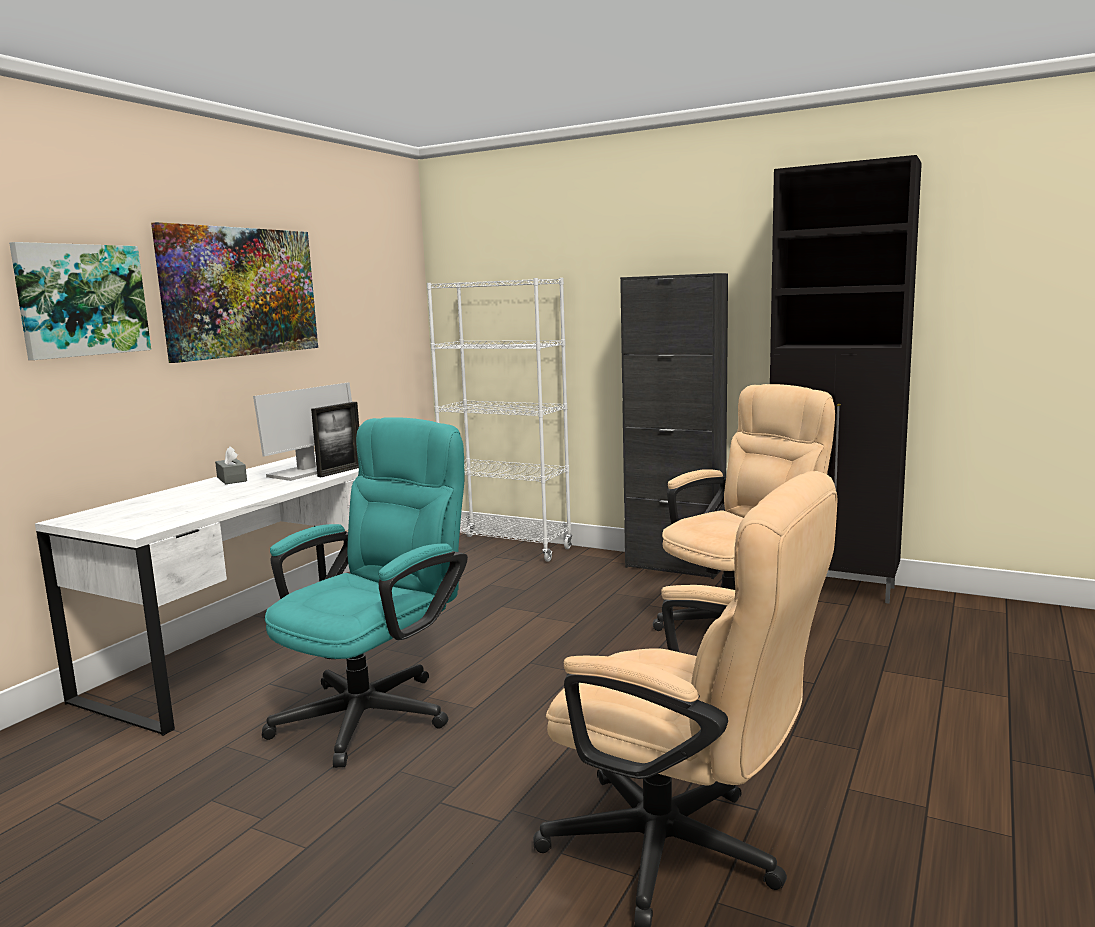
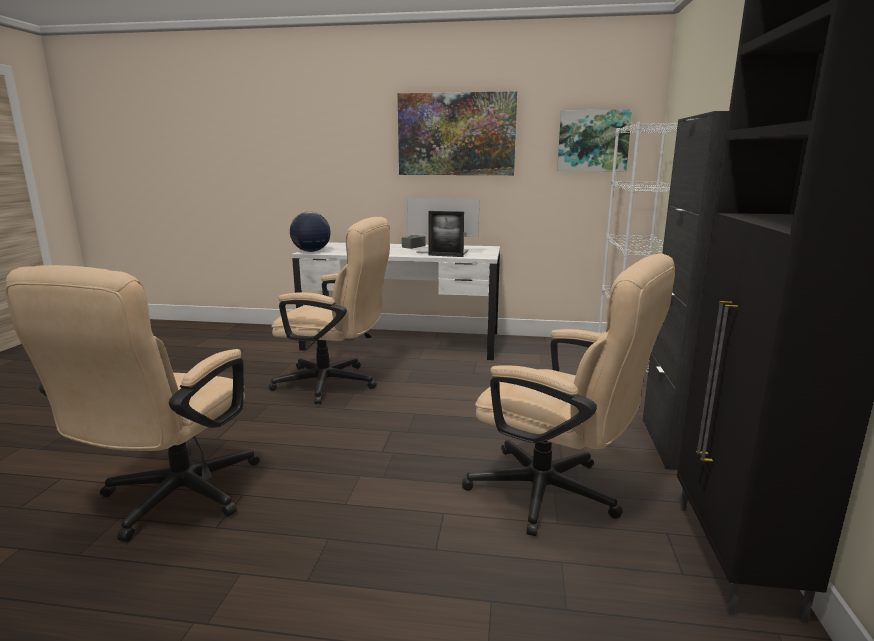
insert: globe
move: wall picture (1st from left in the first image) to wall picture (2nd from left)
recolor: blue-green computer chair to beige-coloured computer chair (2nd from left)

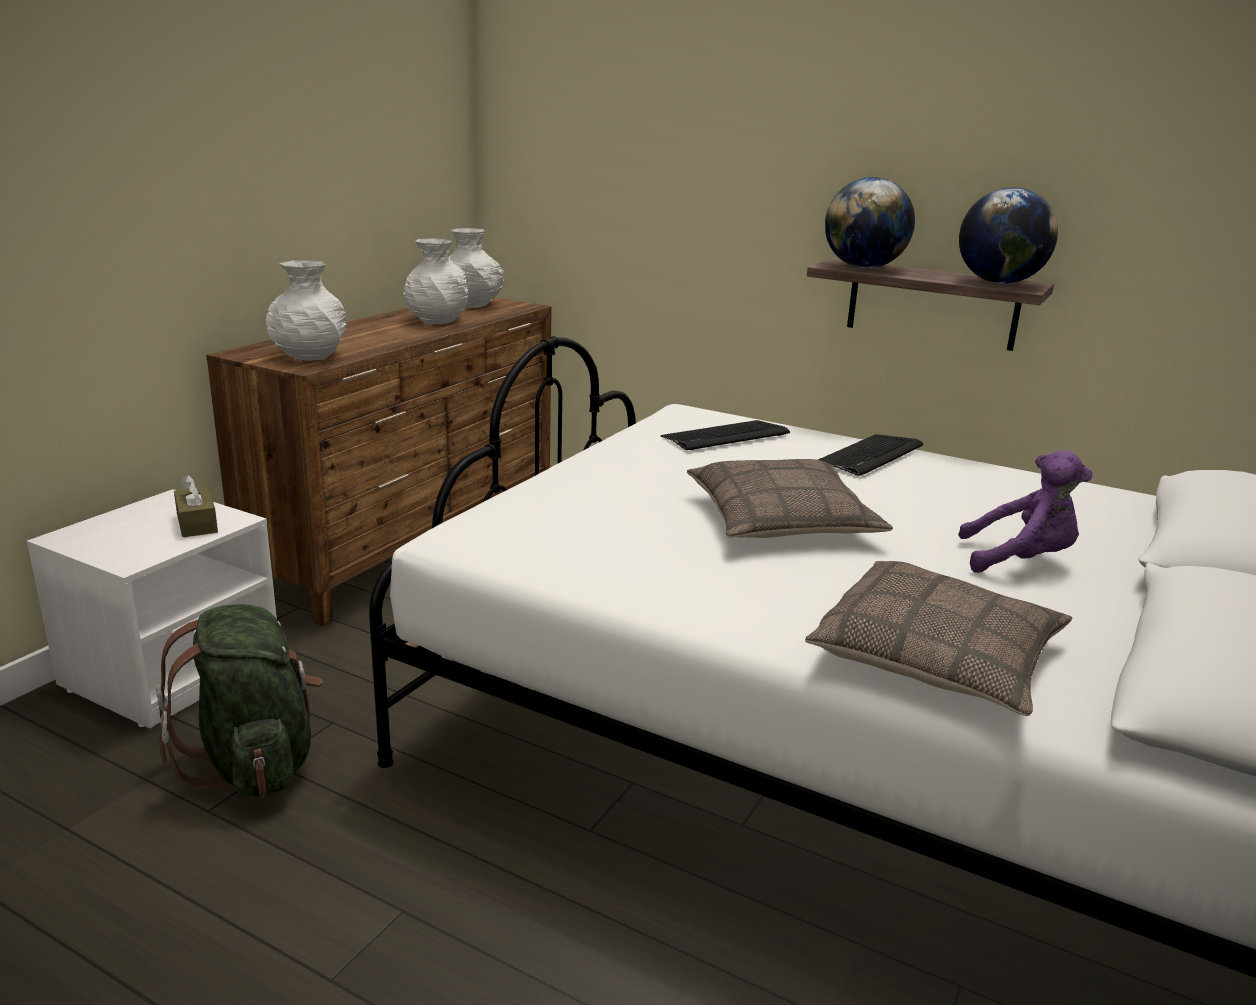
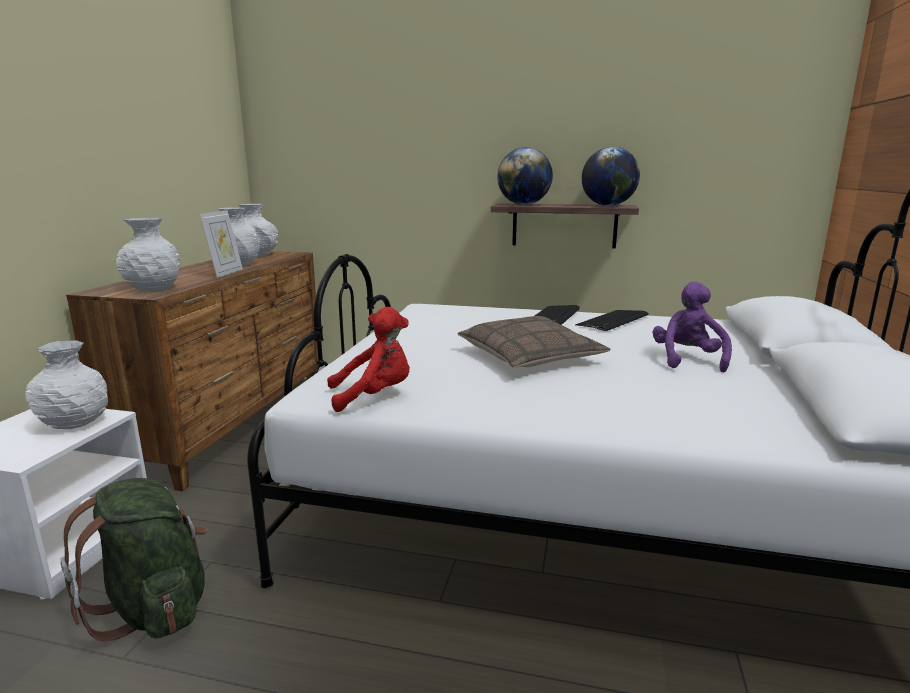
delete: cushion (2nd from left)
insert: standing frame; reddish soft toy
move: PC keyboard (1st from left in the first image) to PC keyboard (2nd from left)
replace: brownish tissue holder to white-coloured decorative vase (1st from left)
rotate: purplish soft toy 75 degrees counterclockwise

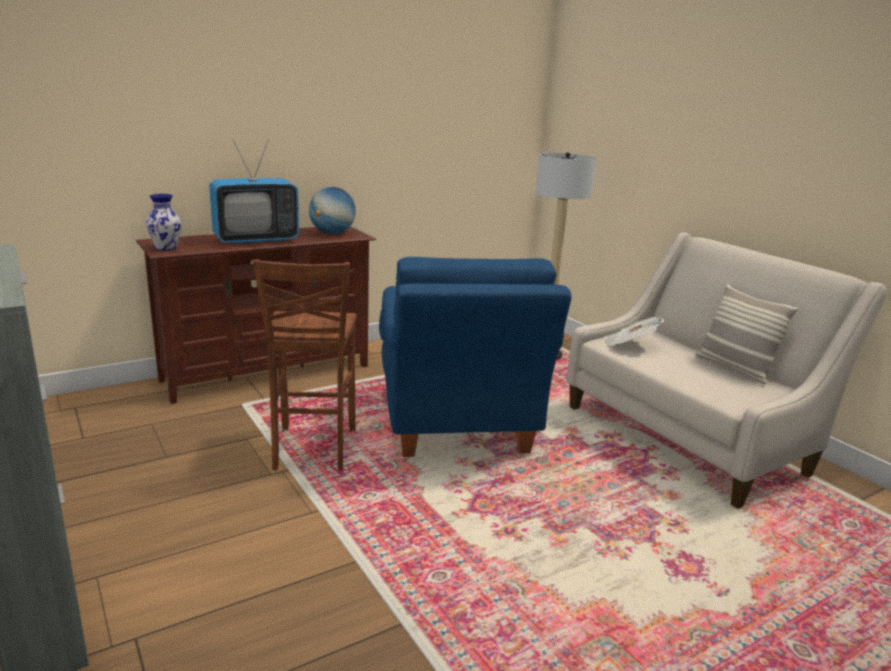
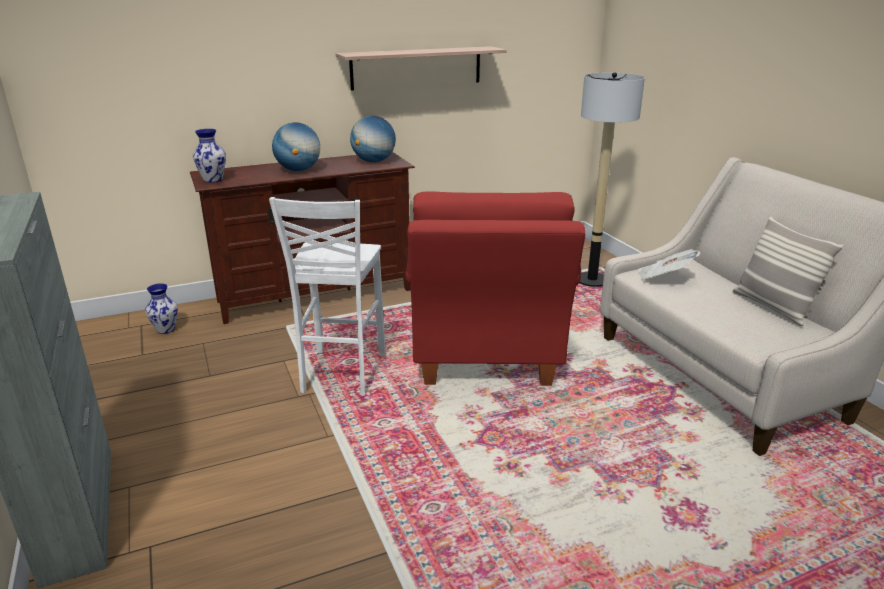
insert: shelf; decorative vase (1st from left)
replace: TV to globe (1st from left)
recolor: blue easy chair to reddish easy chair; brownish sitting stool to white-coloured sitting stool

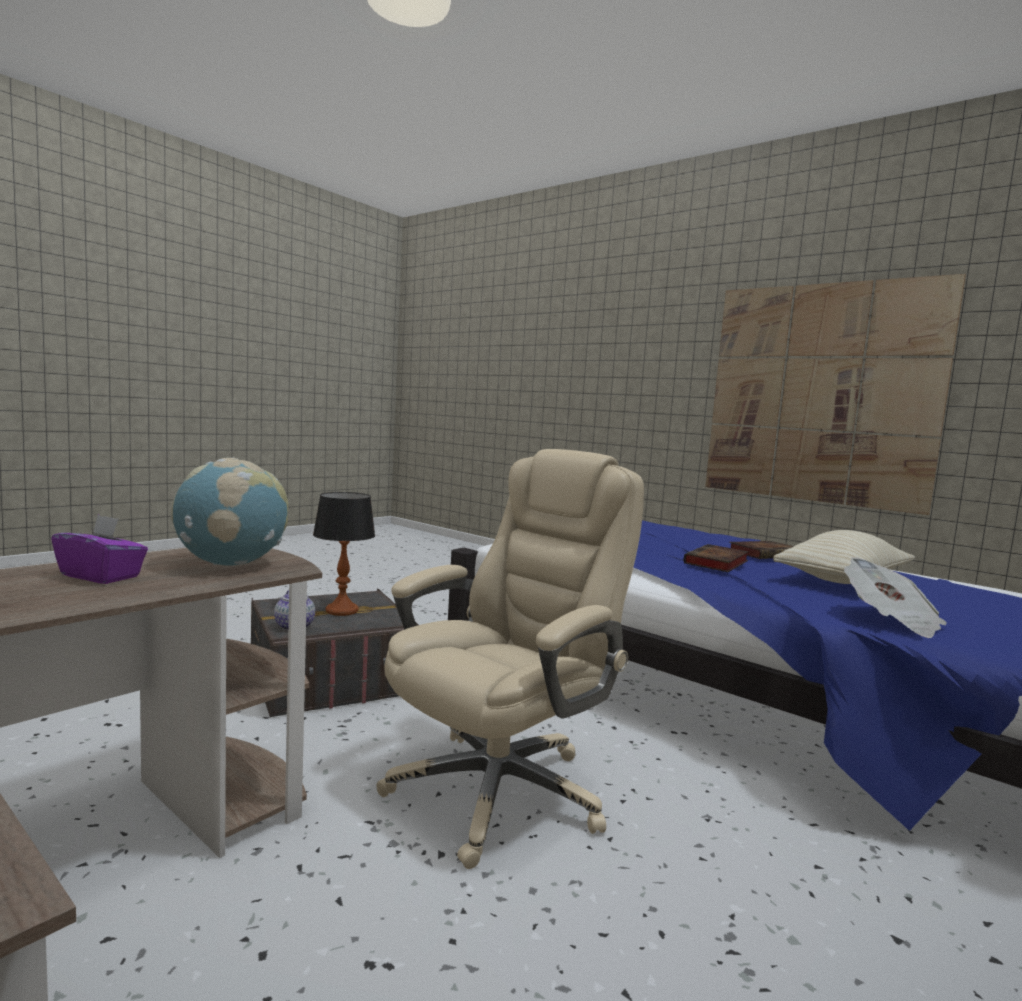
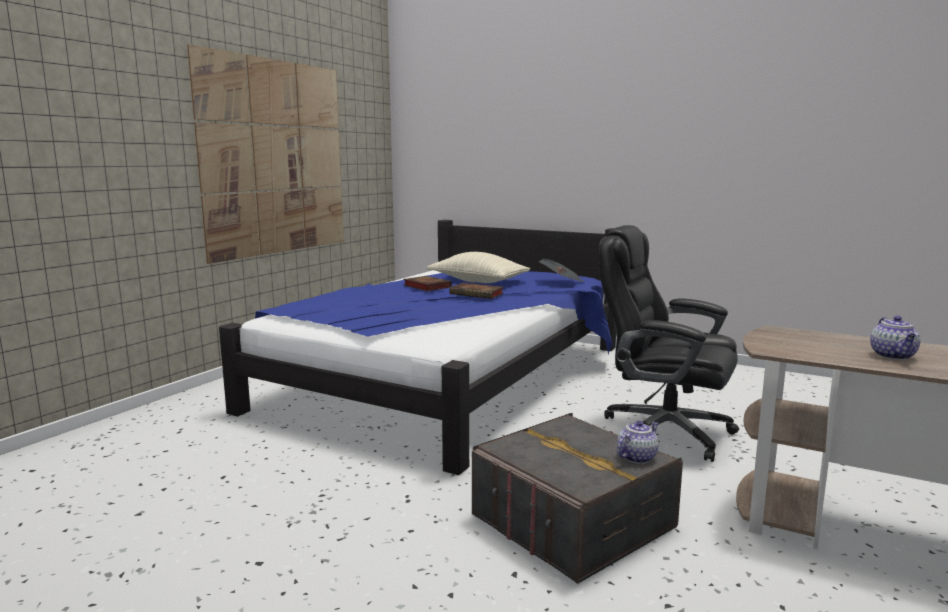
delete: globe; lamp for a table
replace: purplish tissue holder to teapot (2nd from left)
recolor: beige-coloured computer chair to black-coloured computer chair

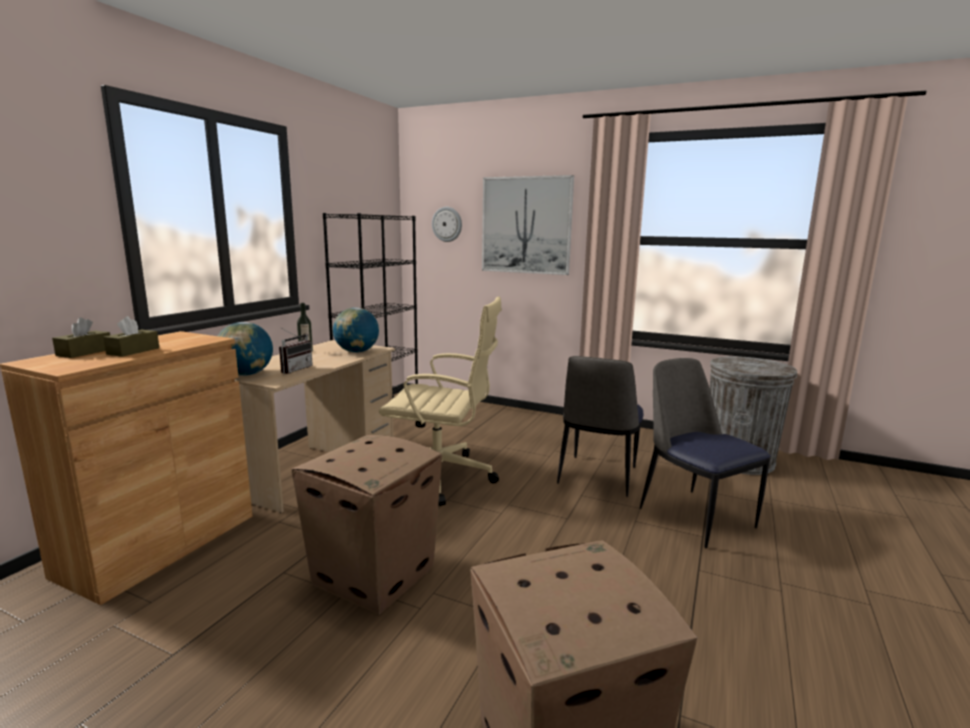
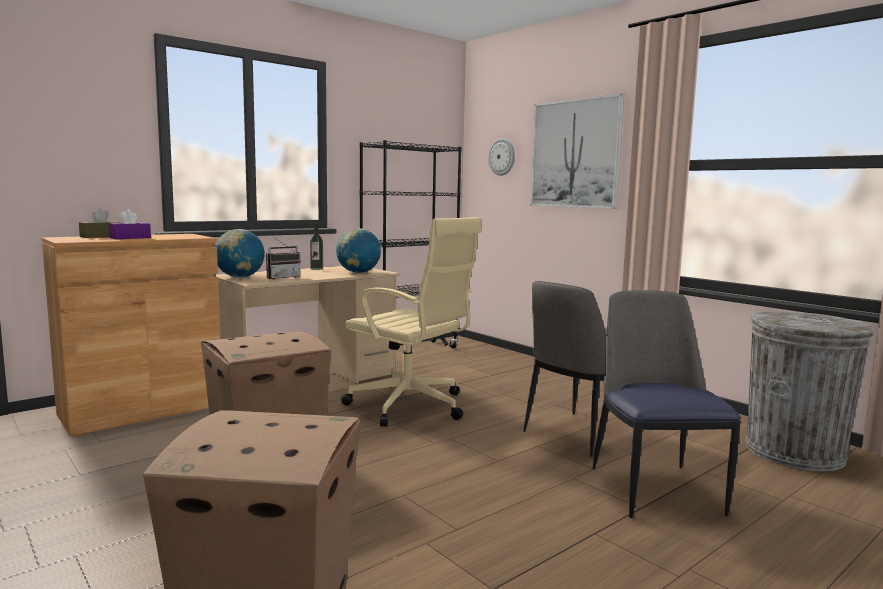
recolor: brownish tissue holder (2nd from left) to purplish tissue holder

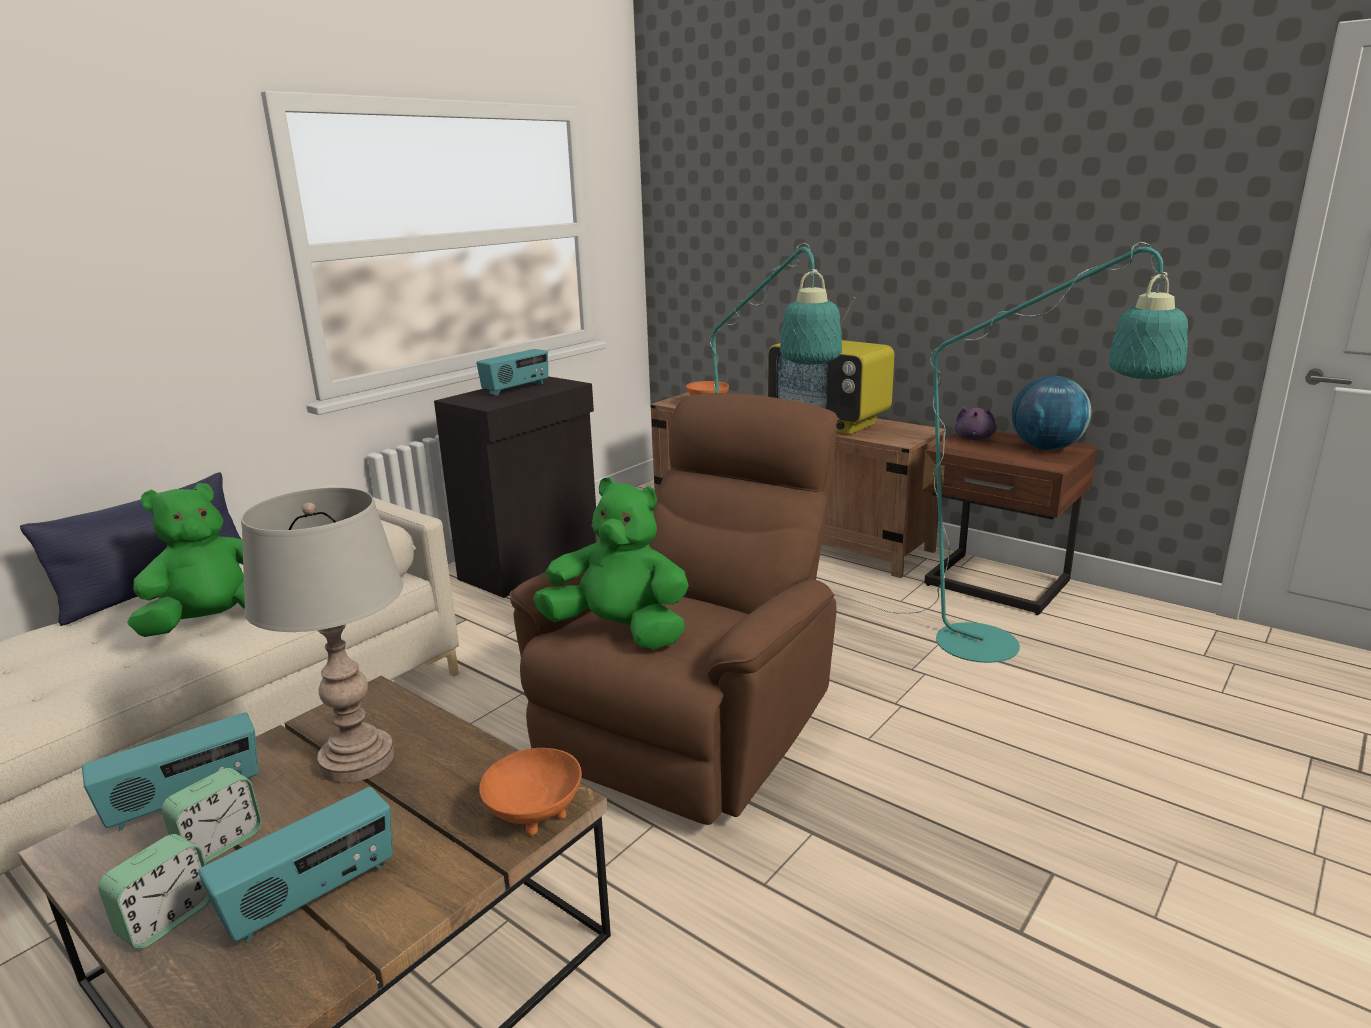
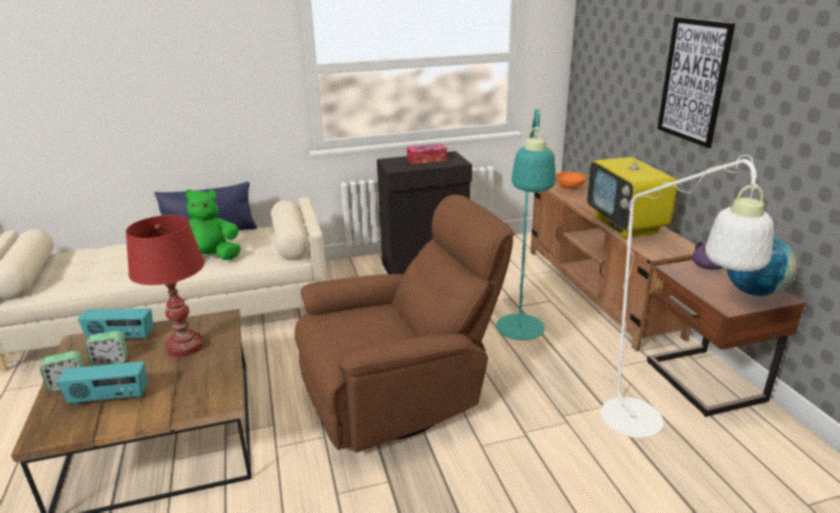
delete: green-coloured soft toy (2nd from left); orange-coloured deep dish (1st from left)
insert: wall picture
replace: radio set (3rd from left) to tissue holder
recolor: blue-green standing lamp (2nd from left) to white-coloured standing lamp; grey lamp for a table to reddish lamp for a table

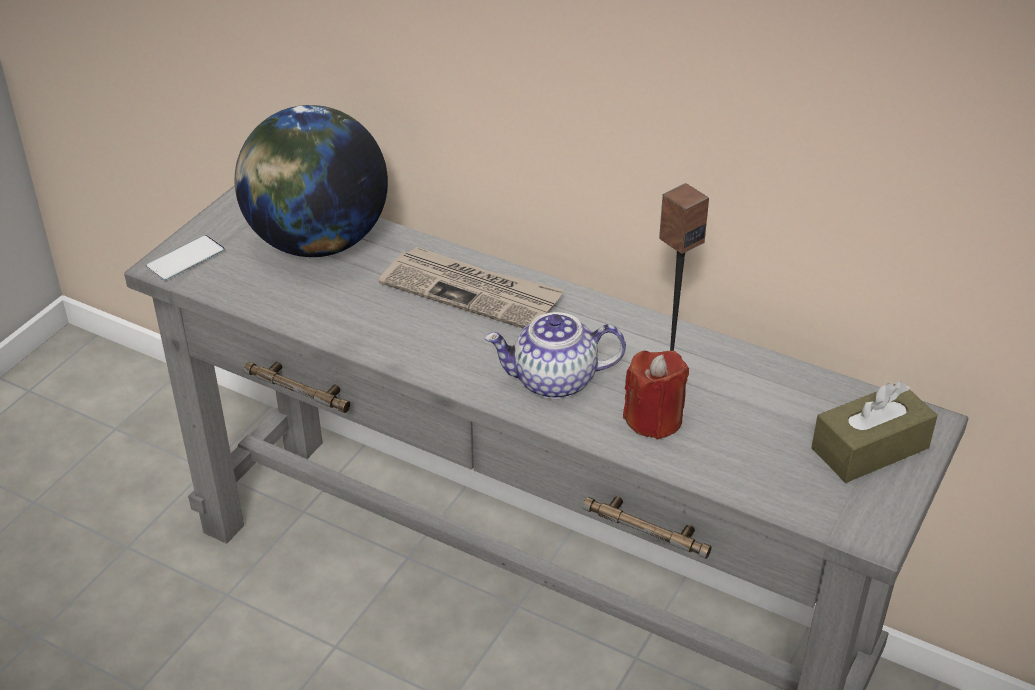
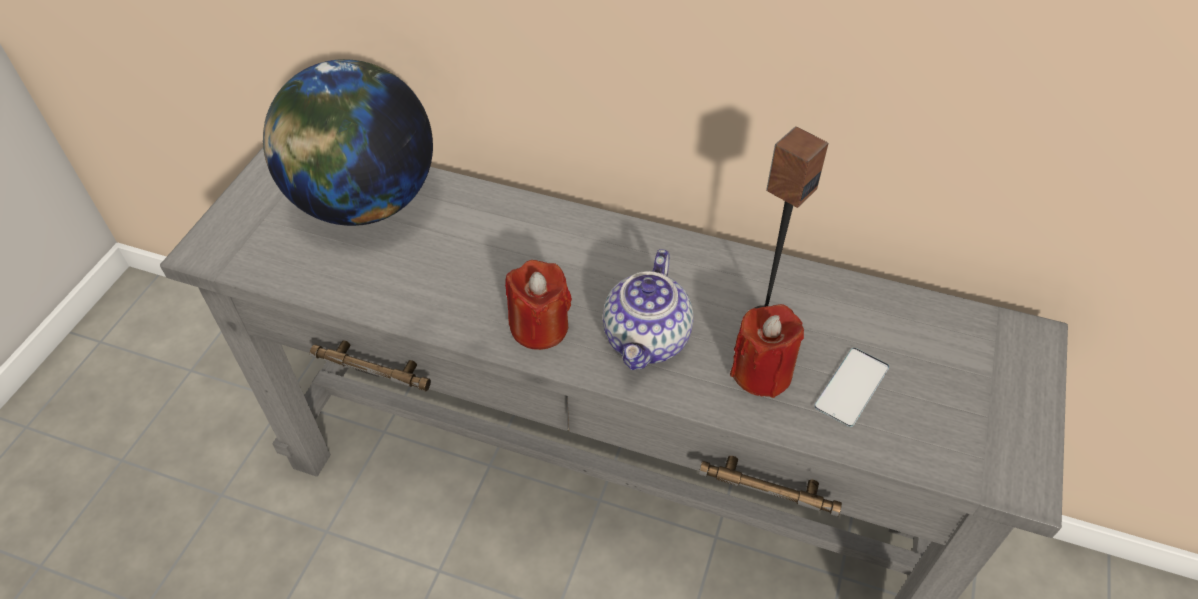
delete: daily paper; brownish tissue holder
insert: reddish wax candle (1st from left)
move: phone
rotate: teapot 60 degrees counterclockwise

